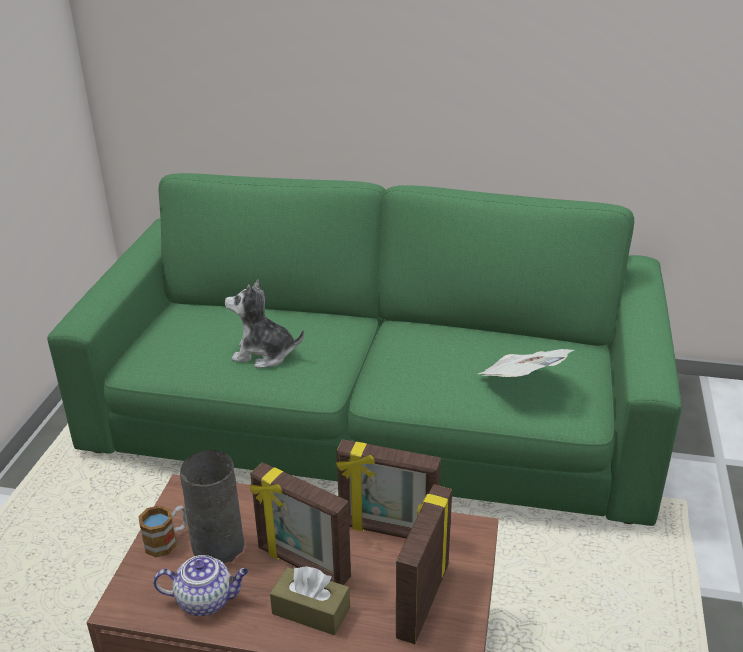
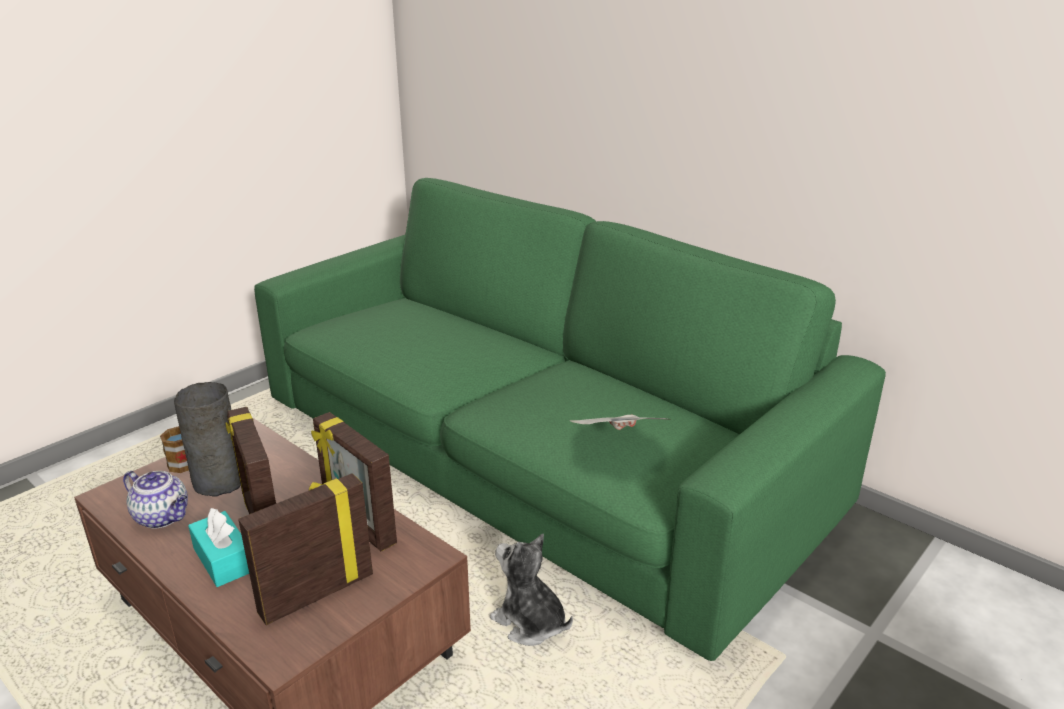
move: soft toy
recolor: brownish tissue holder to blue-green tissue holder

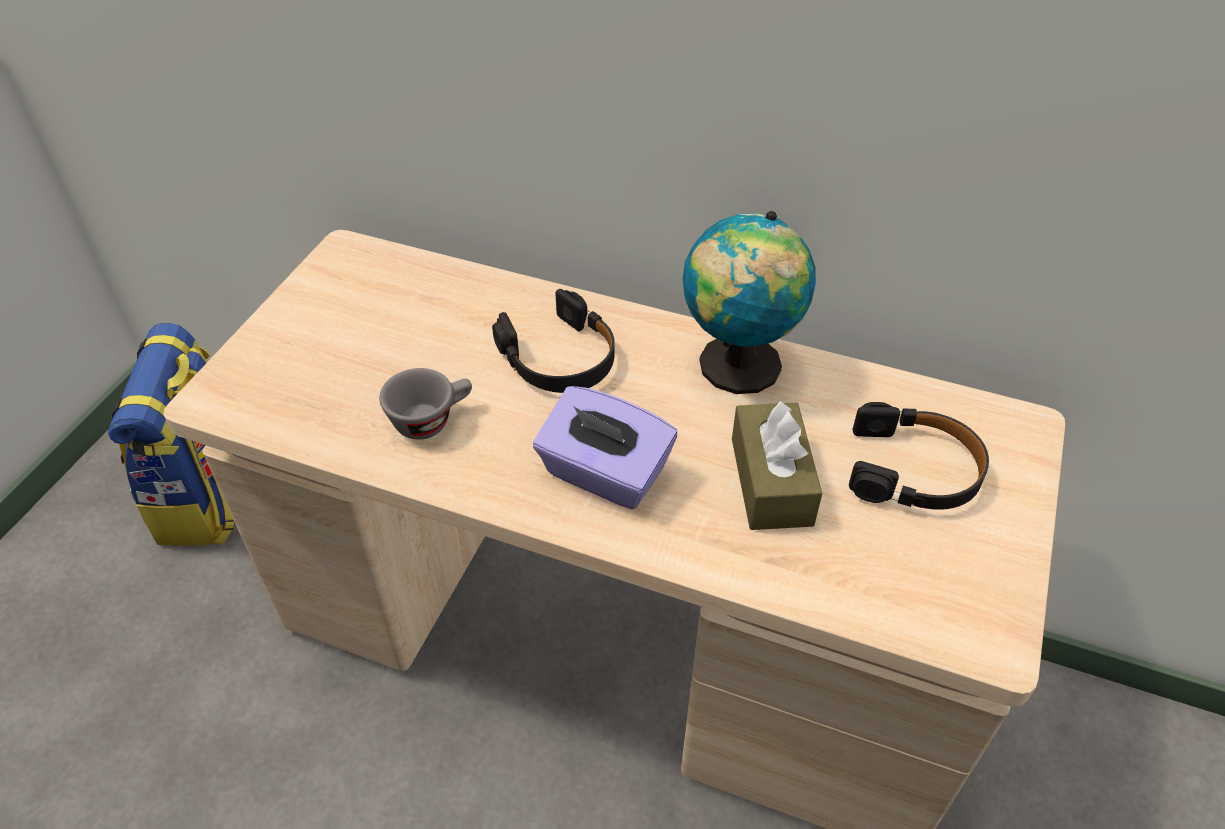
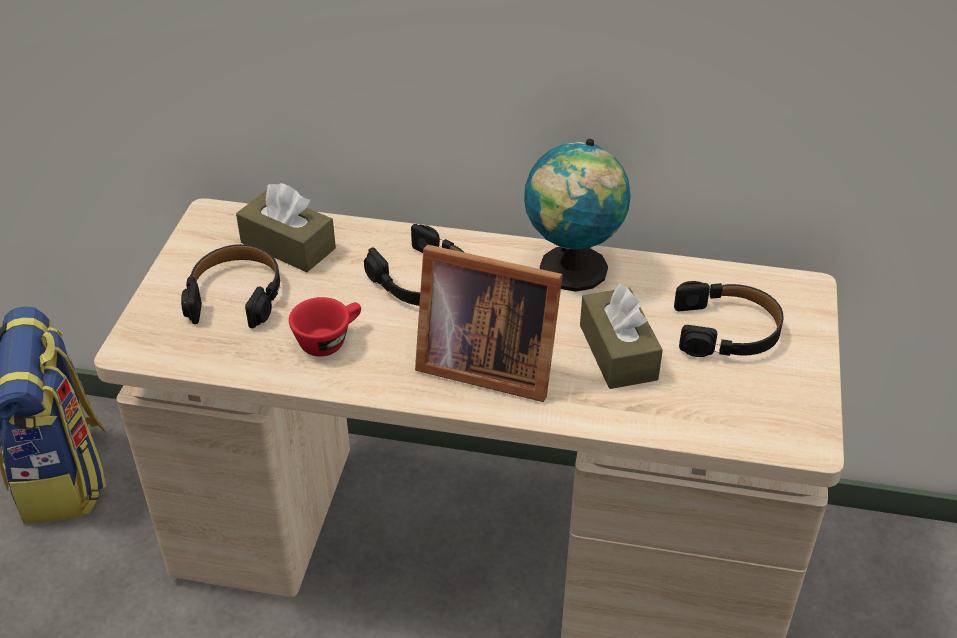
insert: brownish tissue holder (1st from left); black-coloured headphones (1st from left)
replace: purplish tissue holder to standing frame
recolor: grey cup to reddish cup

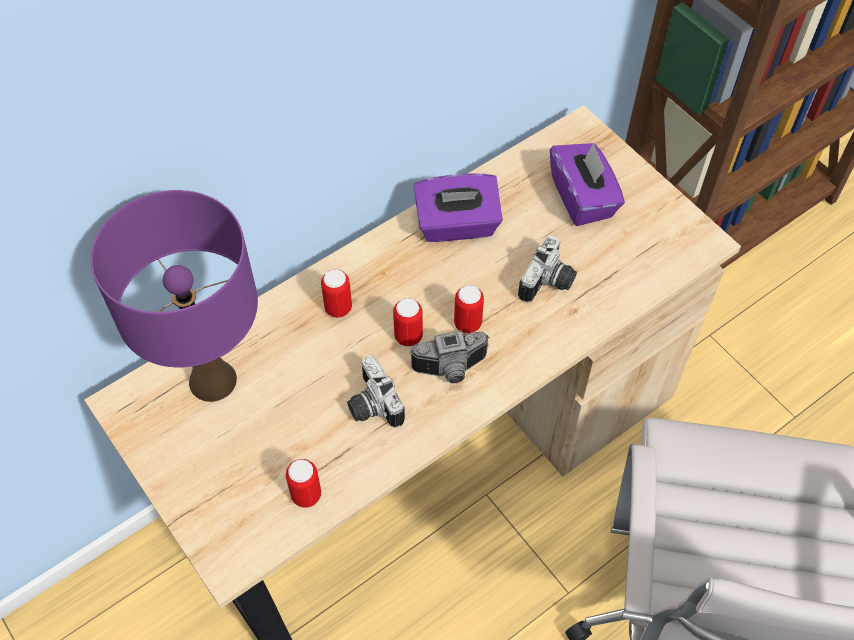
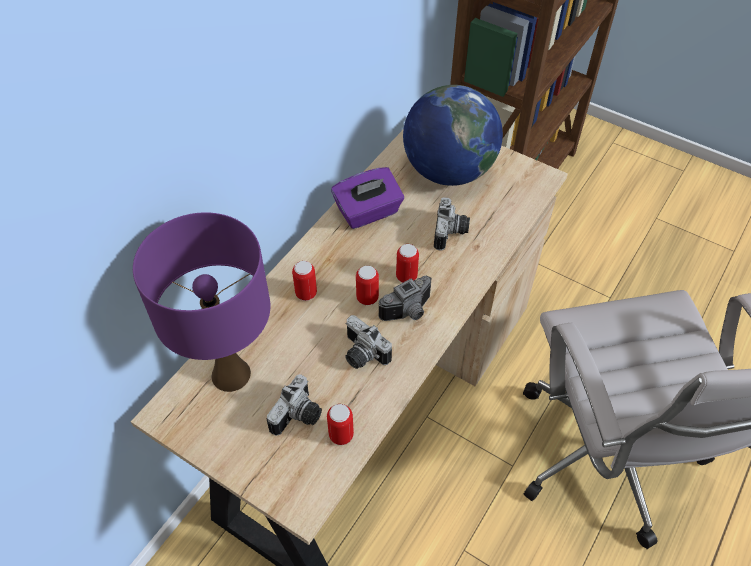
insert: still camera (1st from left)
replace: purplish tissue holder (2nd from left) to globe

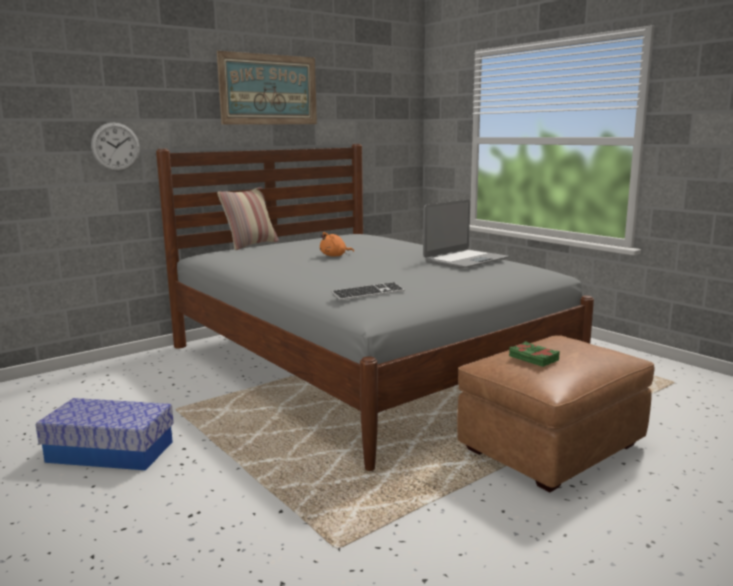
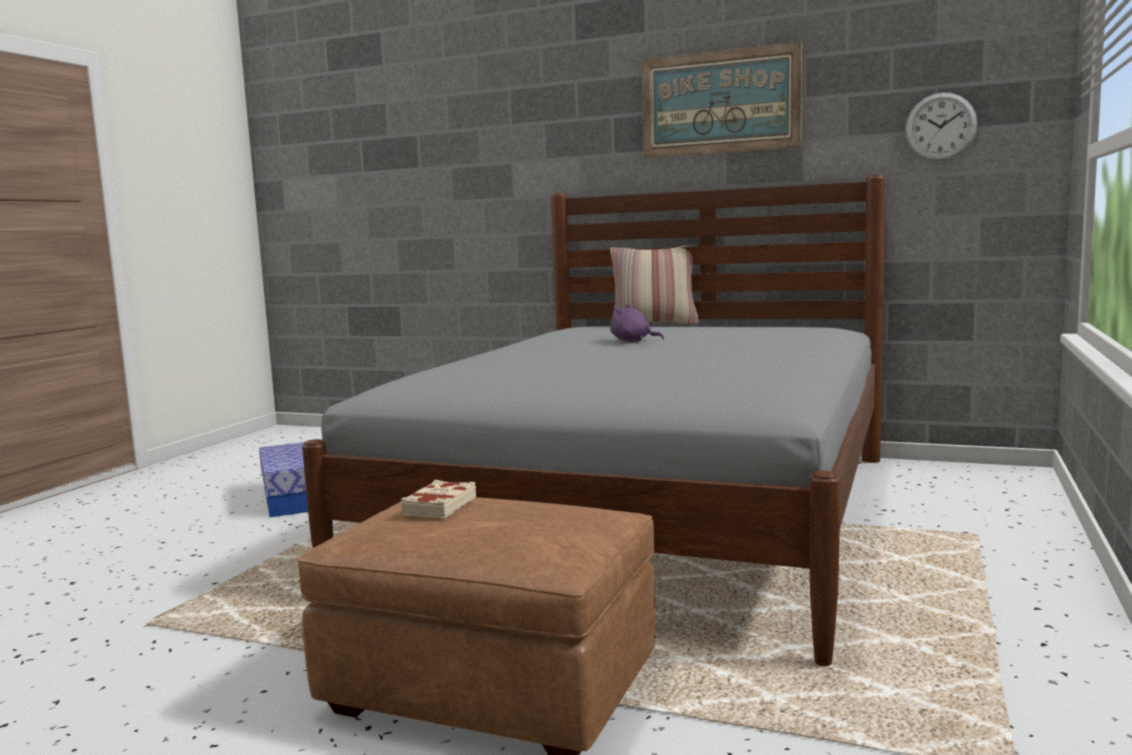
delete: notebook computer; PC keyboard
move: hanging clock
recolor: orange-coloured soft toy to purplish soft toy; green-coloured book to beige-coloured book

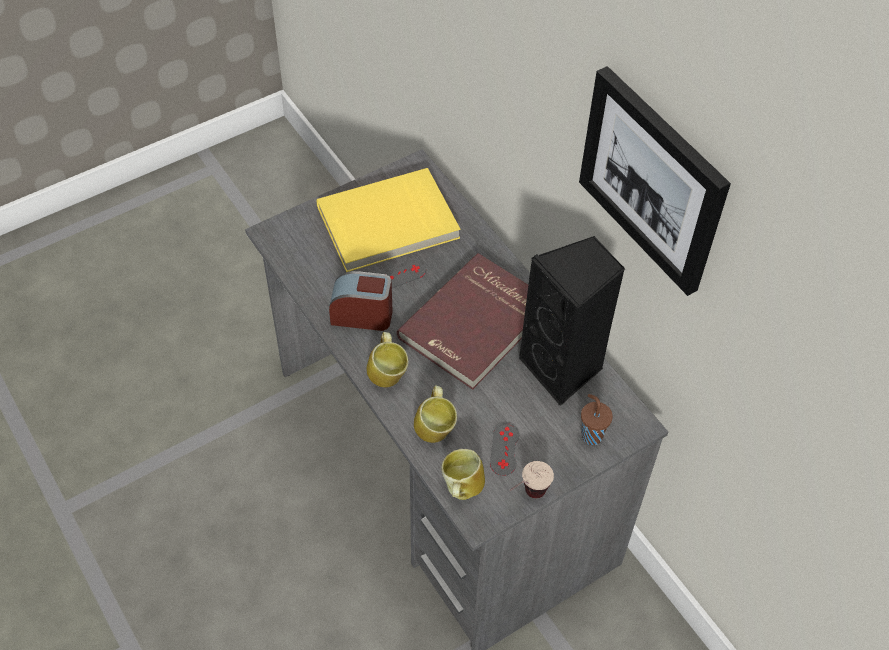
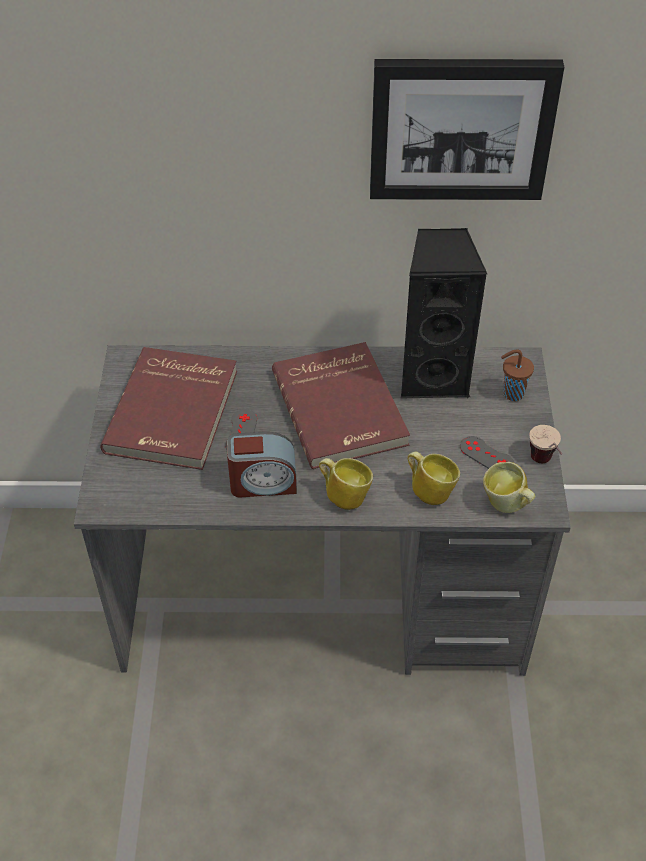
recolor: yellow book to reddish book (1st from left)
rotate: alarm clock 135 degrees counterclockwise

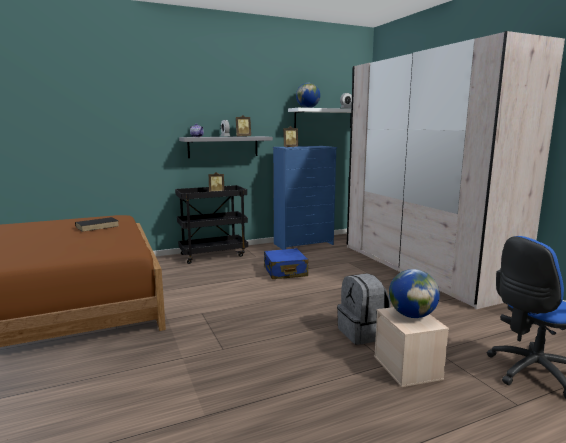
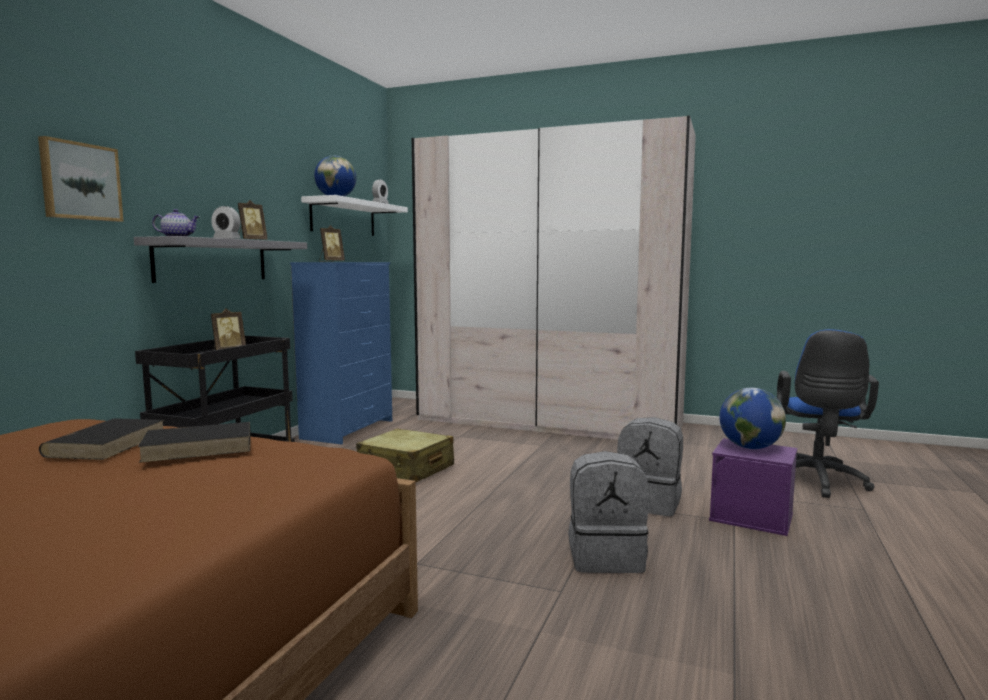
insert: wall picture; black-coloured book (2nd from left); grey knapsack (1st from left)
recolor: blue piece of luggage to beige-coloured piece of luggage; beige-coloured storage bin to purplish storage bin

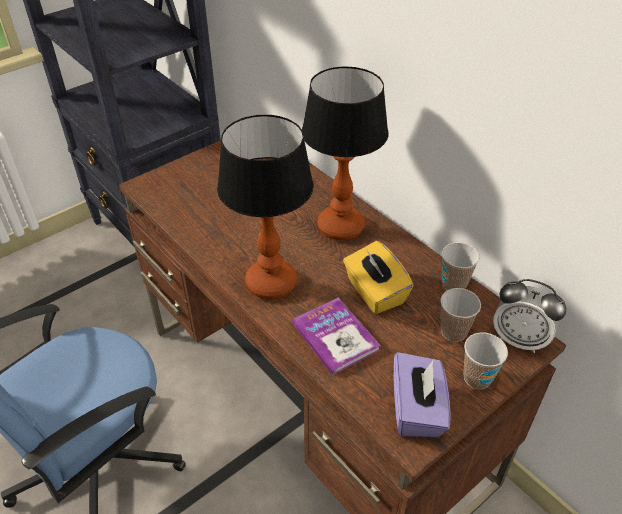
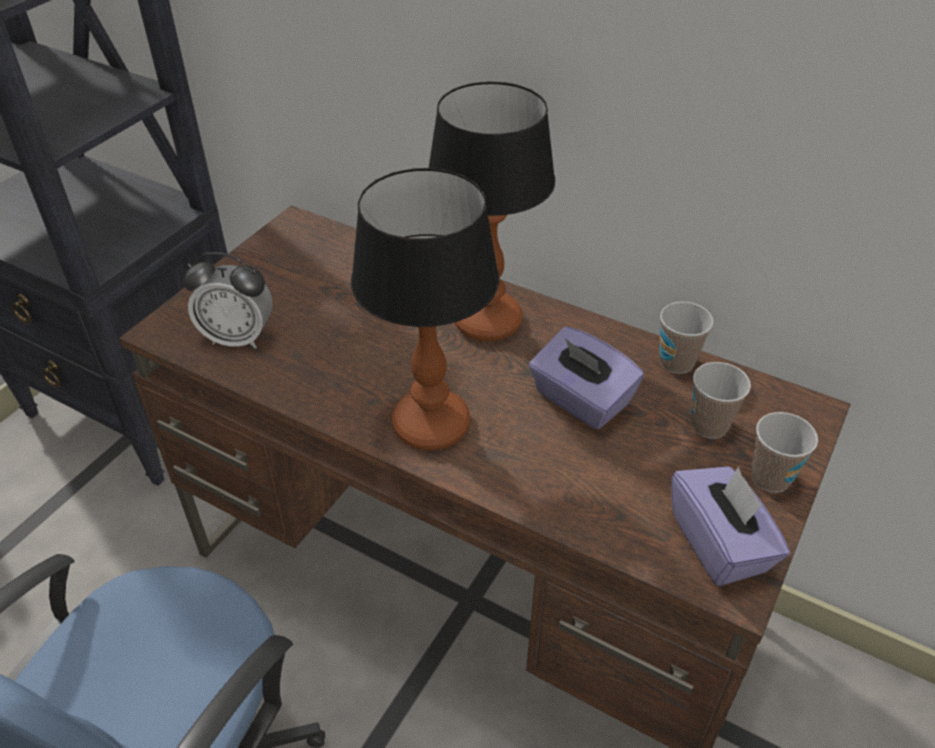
delete: book
move: alarm clock
recolor: yellow tissue holder to purplish tissue holder (1st from left)

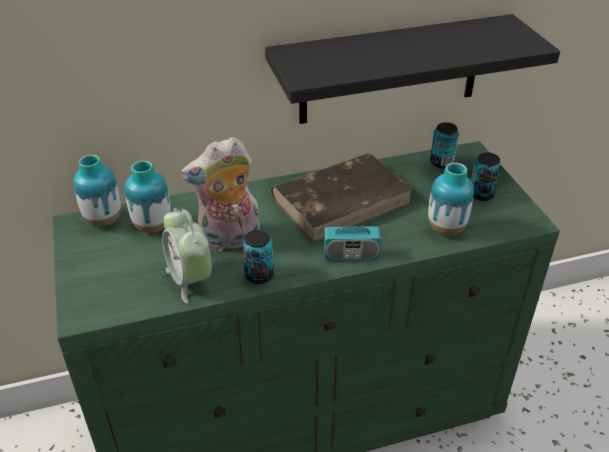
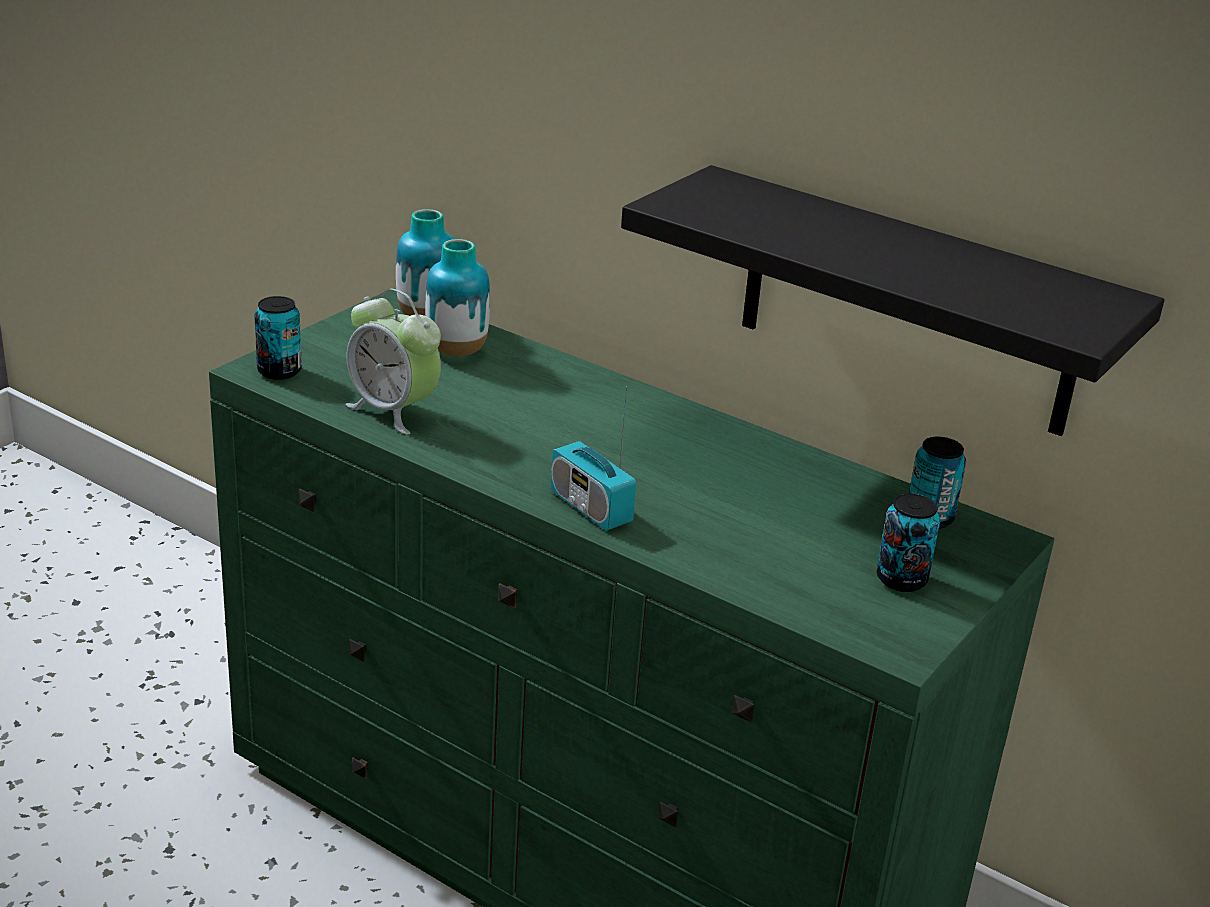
delete: soft toy; brownish book; decorative vase (3rd from left)
move: metal can (1st from left)
rotate: alarm clock 75 degrees counterclockwise

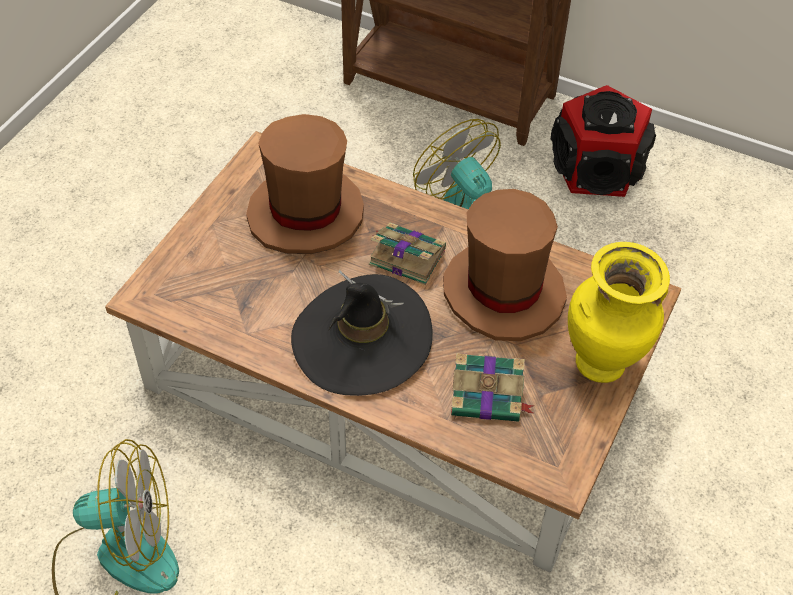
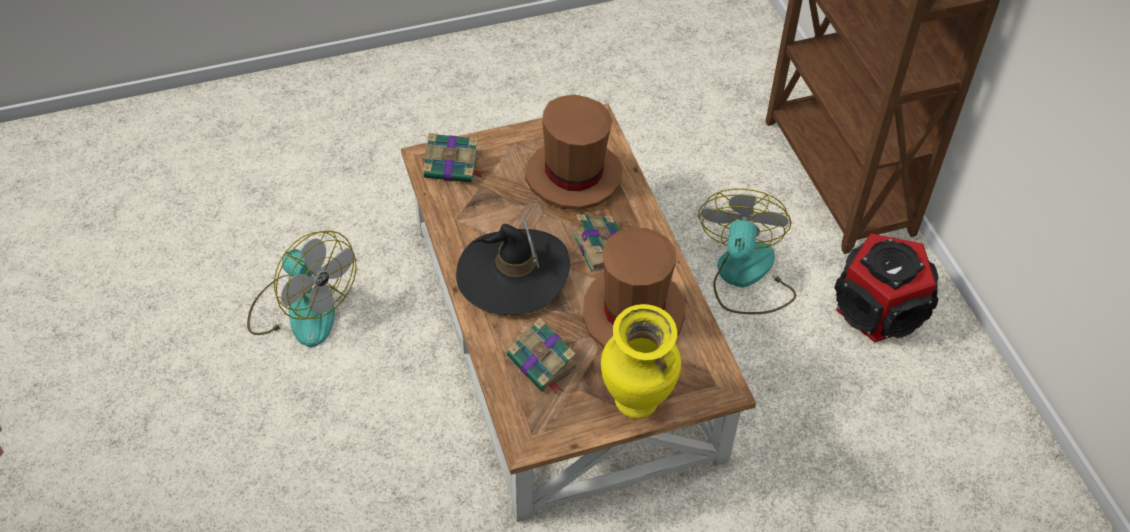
insert: book (1st from left)

